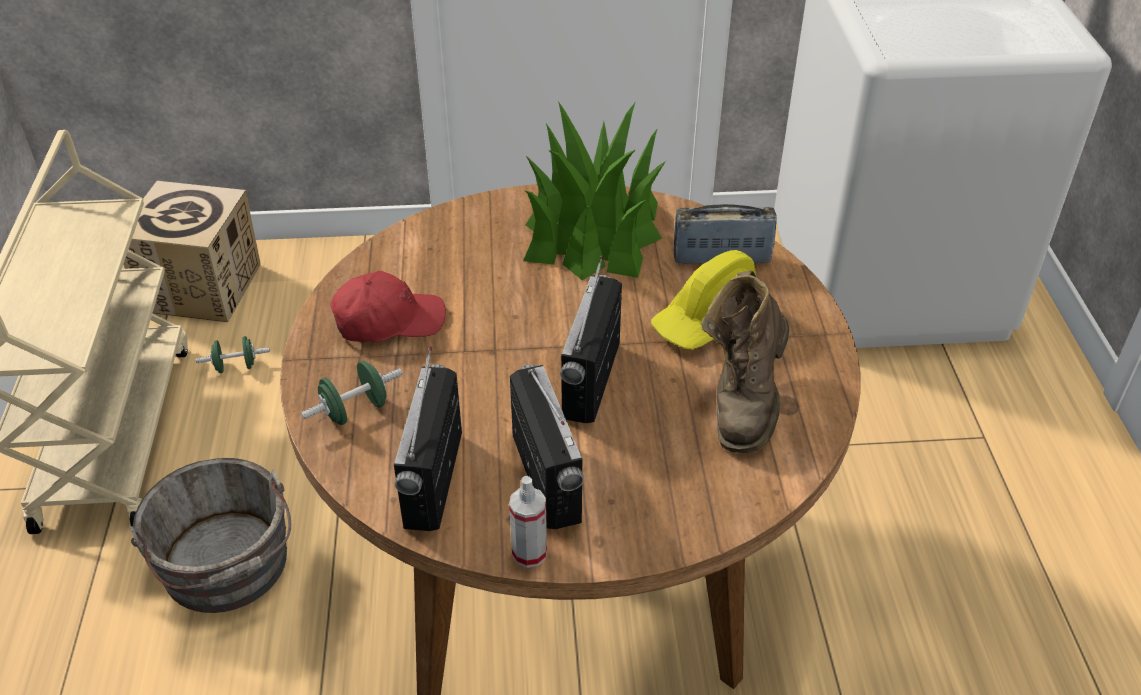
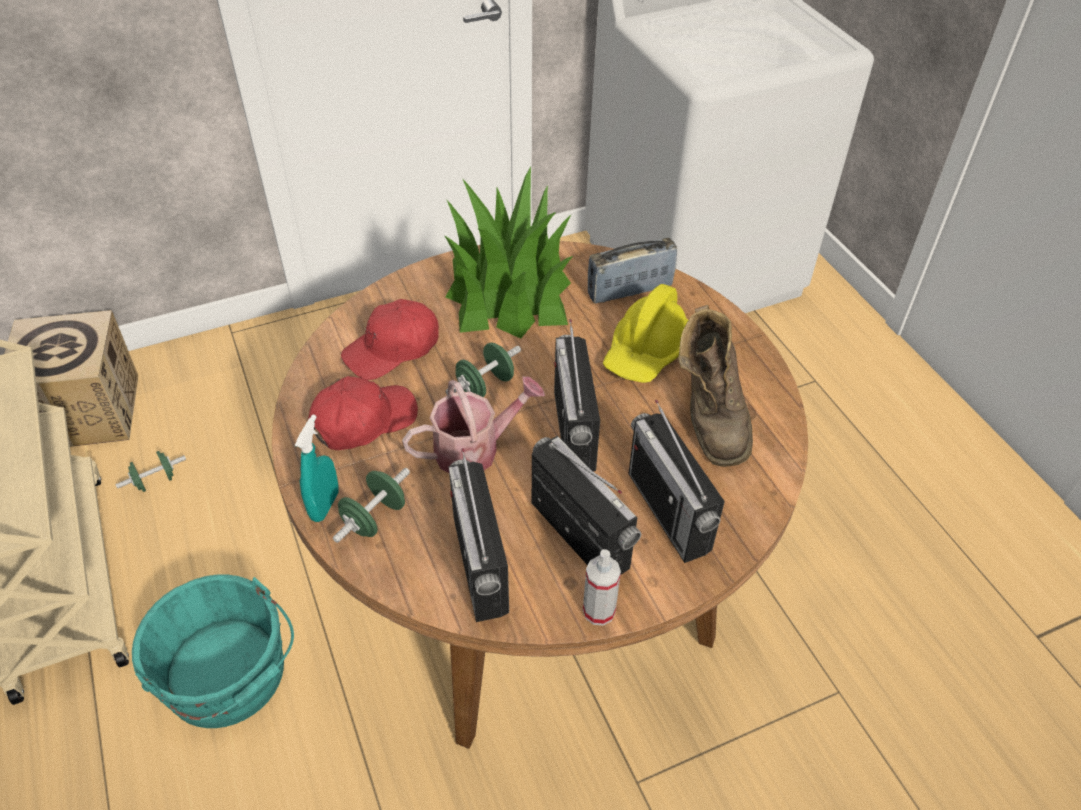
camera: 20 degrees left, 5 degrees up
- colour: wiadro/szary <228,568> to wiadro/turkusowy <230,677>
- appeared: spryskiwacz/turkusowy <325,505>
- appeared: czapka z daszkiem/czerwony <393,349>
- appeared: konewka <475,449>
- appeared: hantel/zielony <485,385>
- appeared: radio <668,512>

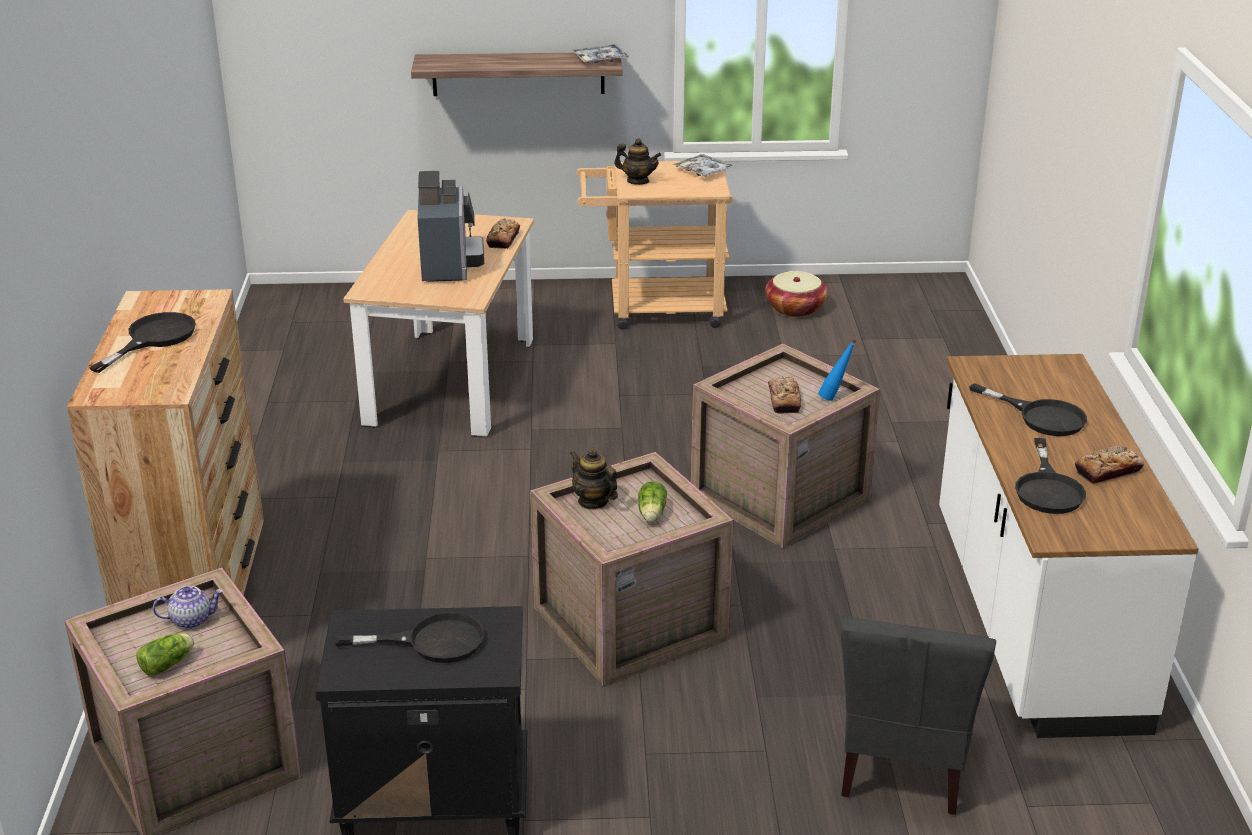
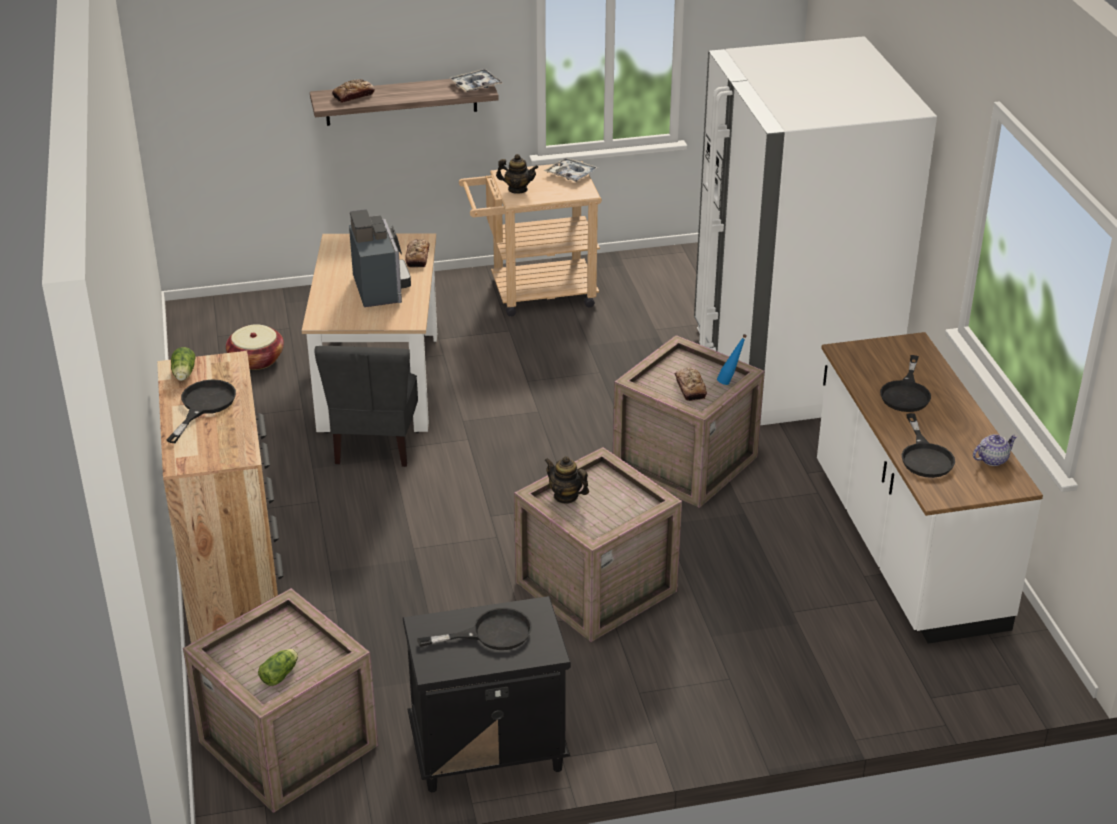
camera: 10 degrees left, 5 degrees up
- relocated: sałata <651,514> to <183,374>
- relocated: koszyk <795,308> to <256,360>
- relocated: krzesło/szary <904,764> to <377,442>
- relocated: chleb <1108,471> to <353,95>
- appeared: lodówka/biały <791,368>
- spun: patelnia/czarny <1041,416> = <906,393> 75 degrees clockwise
- relocated: imbryk <192,619> to <992,459>

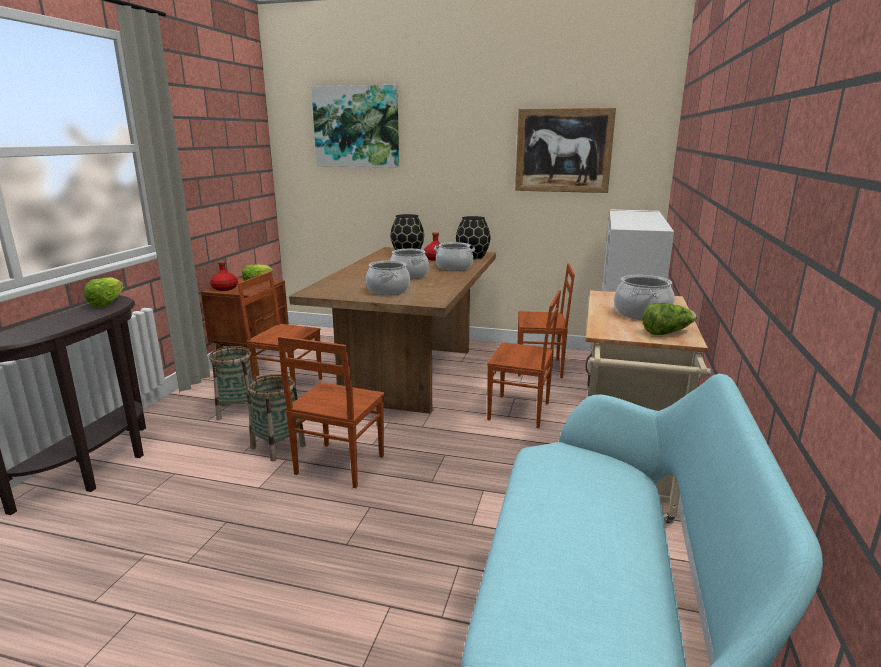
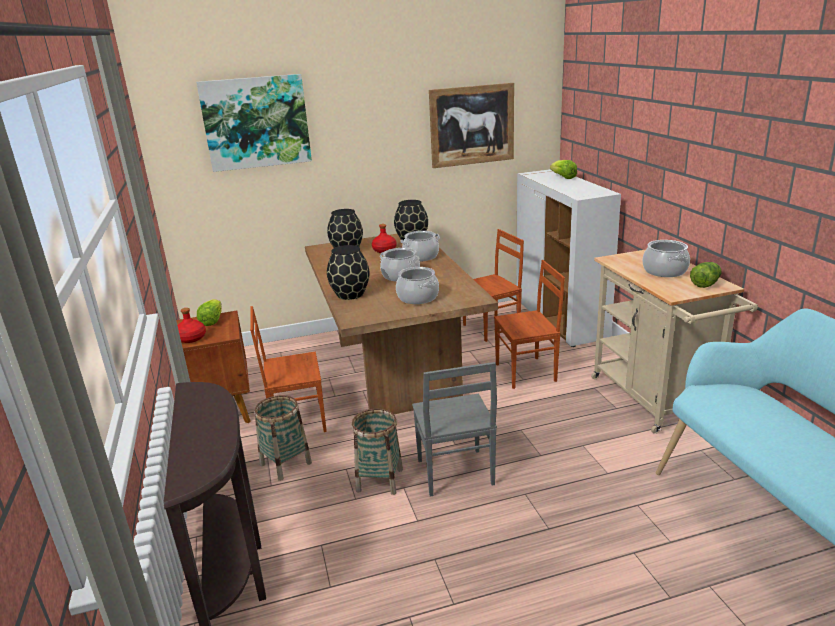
camera: 30 degrees left, 5 degrees up
- appeared: wazon/czarny <351,294>
- colour: krzesło/brązowy <338,465> to krzesło/szary <454,473>
- relocated: sałata <107,303> to <563,177>

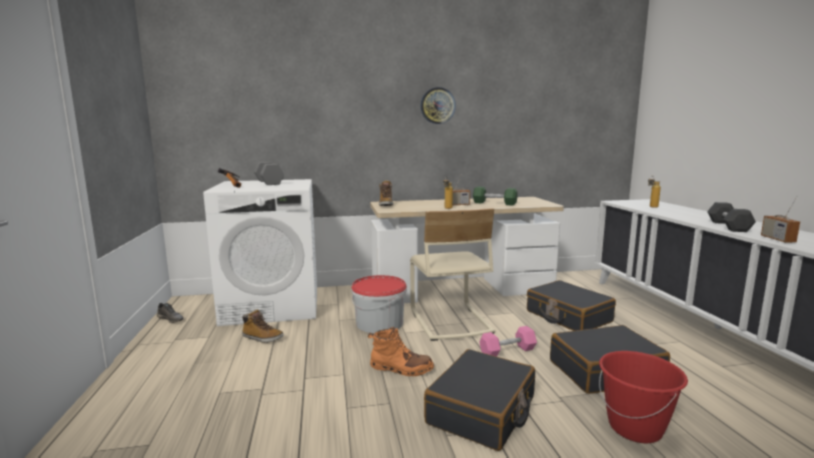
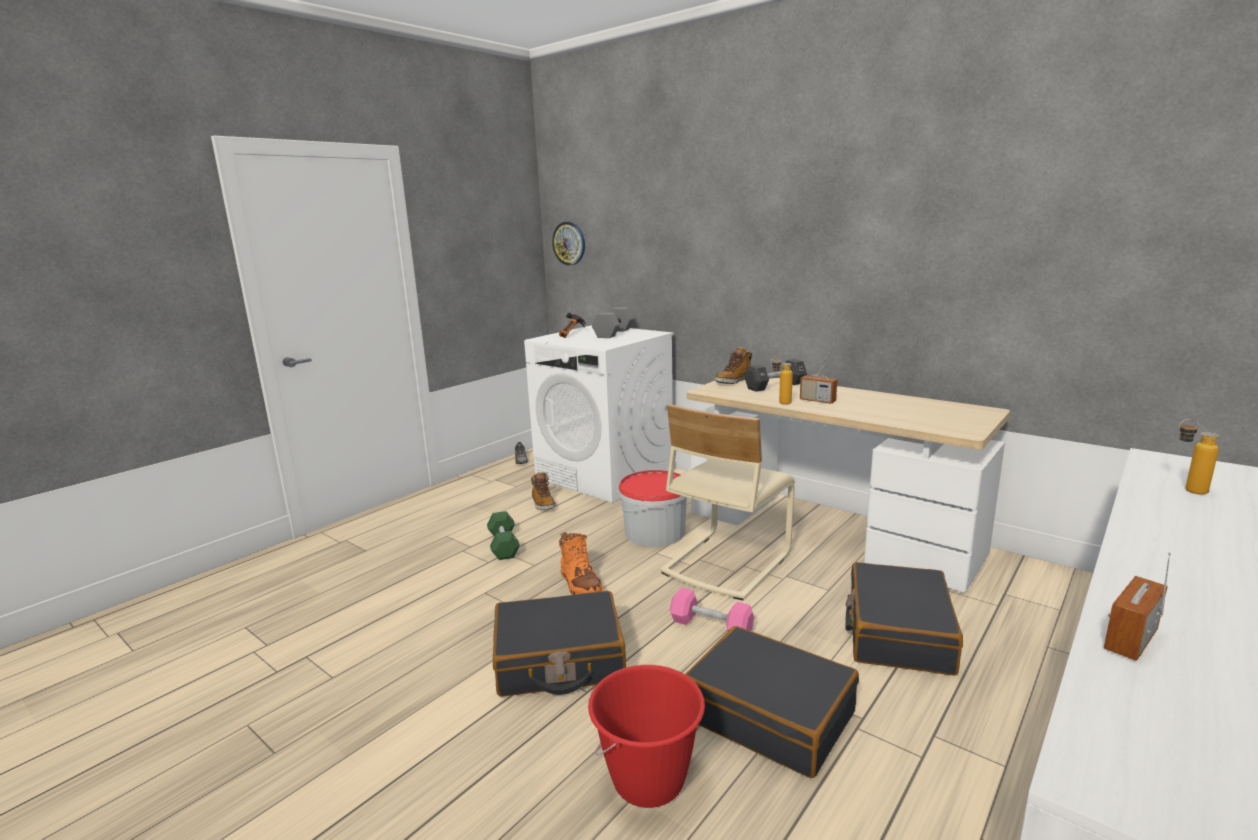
camera: 50 degrees right, 5 degrees up
- relocated: hantel/zielony <494,203> to <503,545>
- relocated: zegar ścienny <437,105> to <569,243>
- relocated: hantel/czarny <728,226> to <775,386>

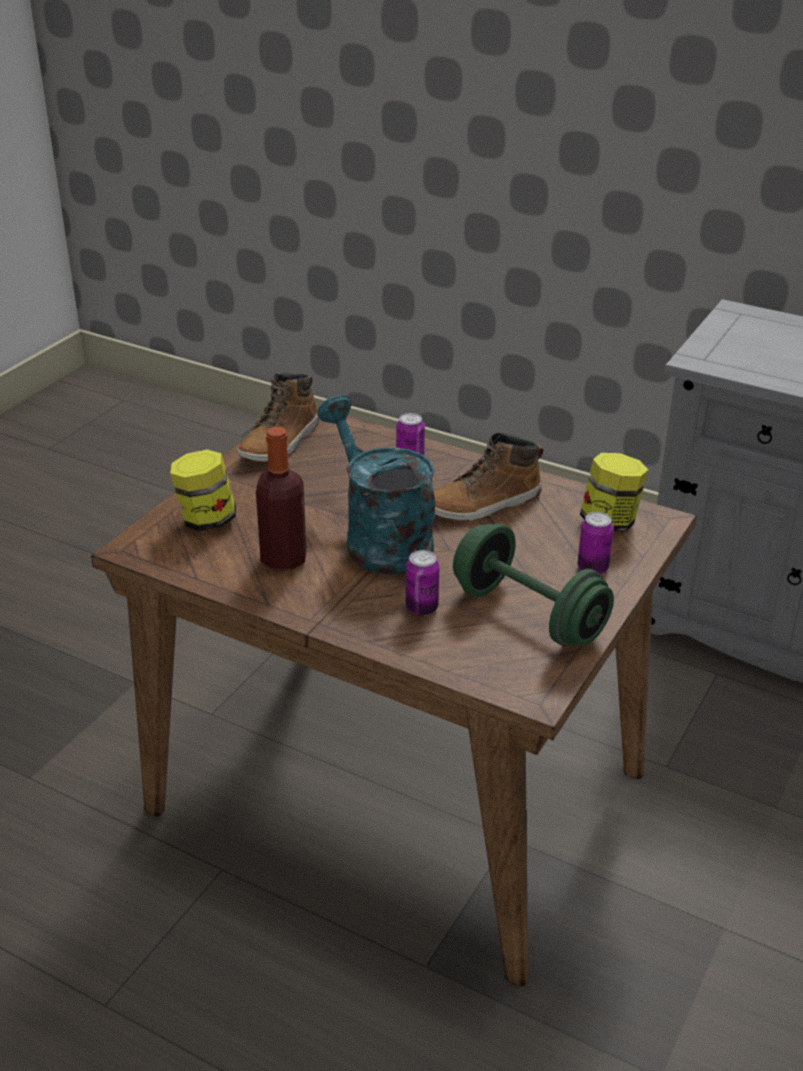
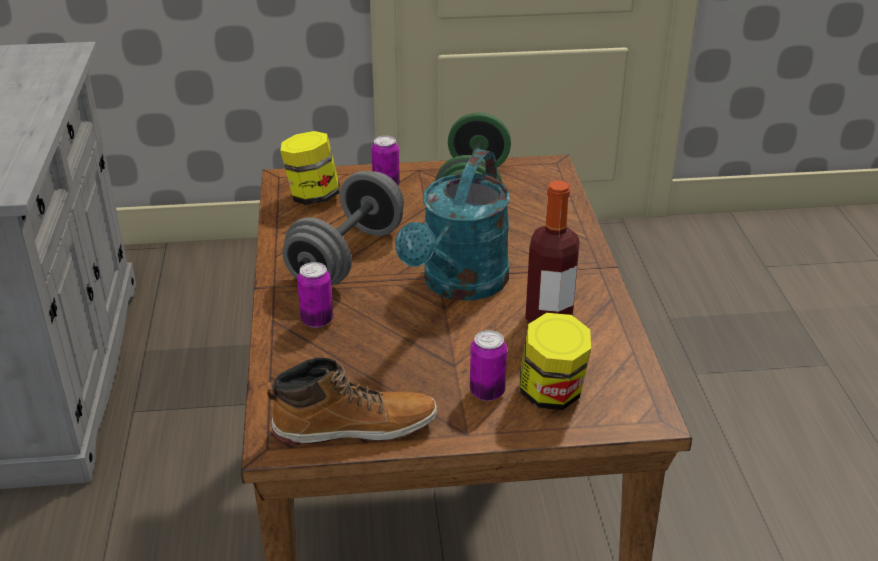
camera: 125 degrees left, 0 degrees up
- exchanged: but z cholewką <483,504> to hantel/szary <347,257>
- relocated: puszka <421,608> to <487,392>

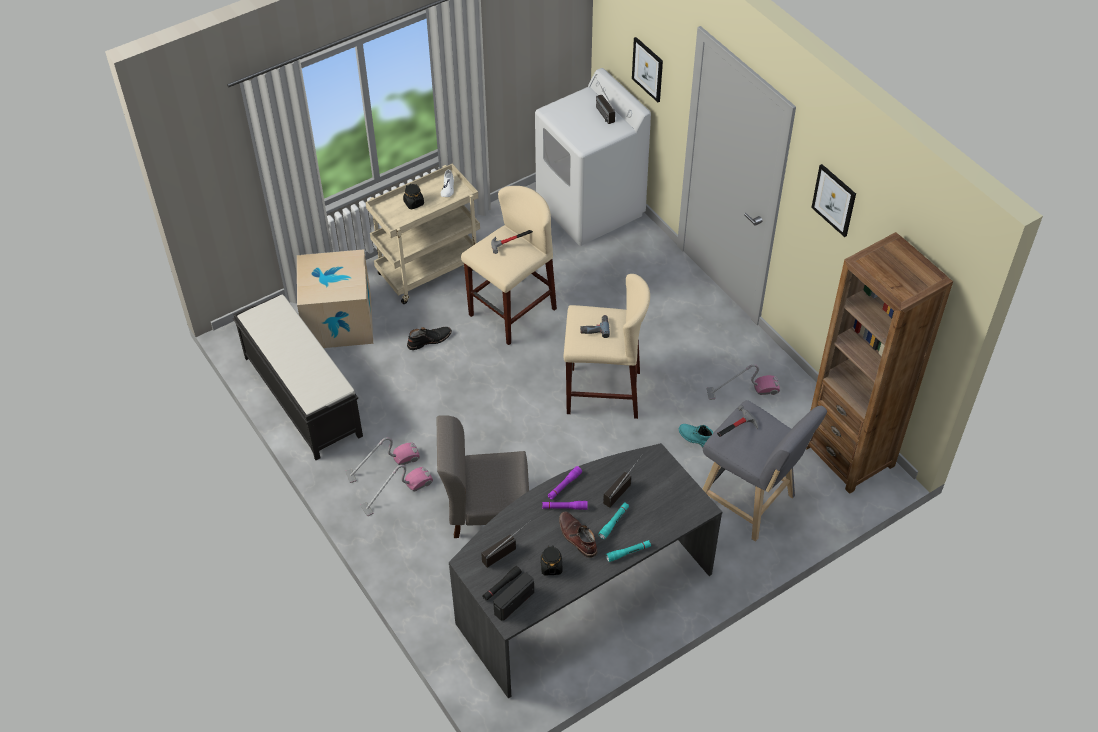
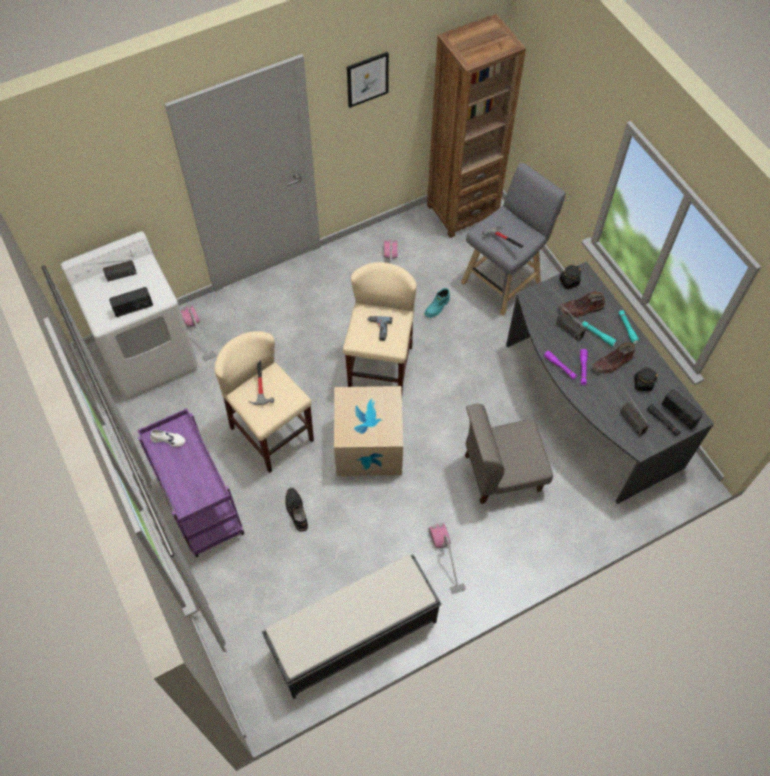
camera: 85 degrees left, 10 degrees up
- appeared: radio <133,308>
- colour: wózek/beżowy <429,269> to wózek/fioletowy <200,507>
- relocated: odkurzacz <397,494> to <198,334>
- relocated: karton <339,321> to <369,446>
- spun: krzesło/szary <486,509> = <501,472> 75 degrees clockwise
- relocated: słoik/czarny <413,203> to <569,282>
- appeared: but z cholewką/brązowy <581,309>
- missing: obraz <648,69>

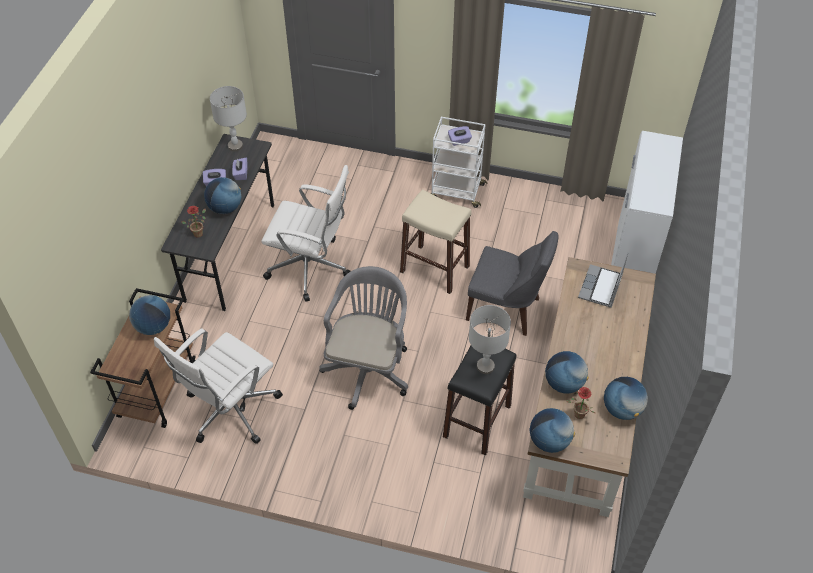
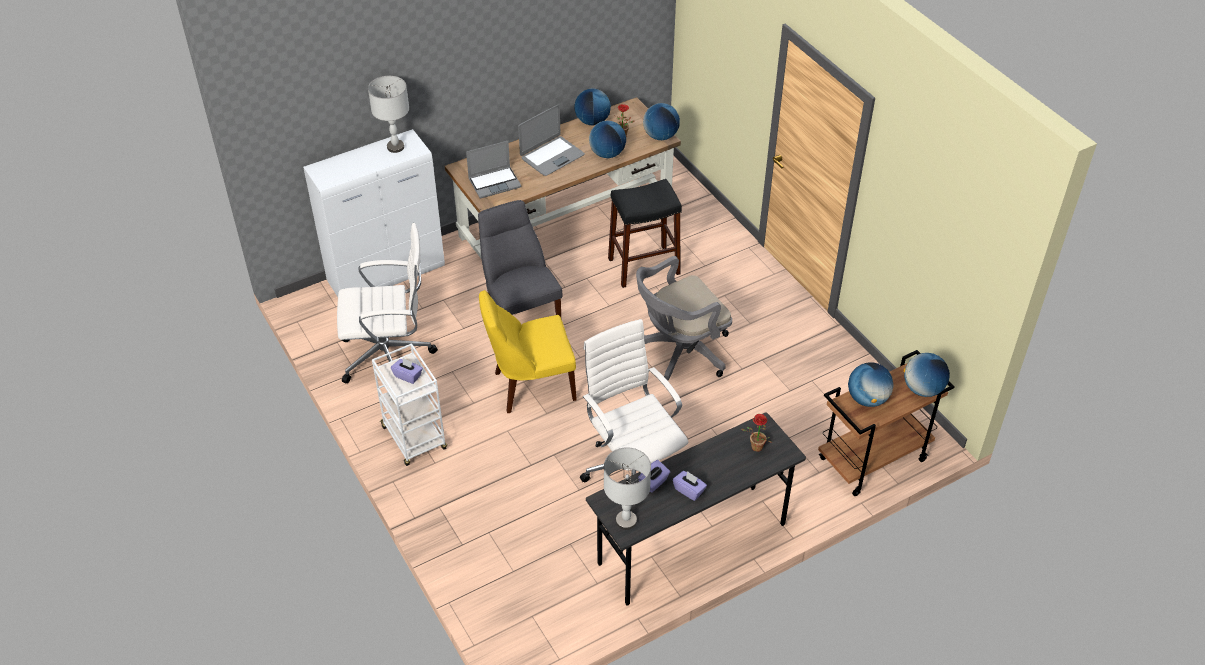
camera: 135 degrees left, 5 degrees down
- relocated: krzesło biurowe/biały <229,410> to <389,356>
- relocated: lampa stołowa/szary <485,366> to <395,147>
- exchanged: stołek/beżowy <435,269> to krzesło/żółty <530,386>
- appeared: laptop <552,156>
- relocated: globus <225,208> to <922,389>

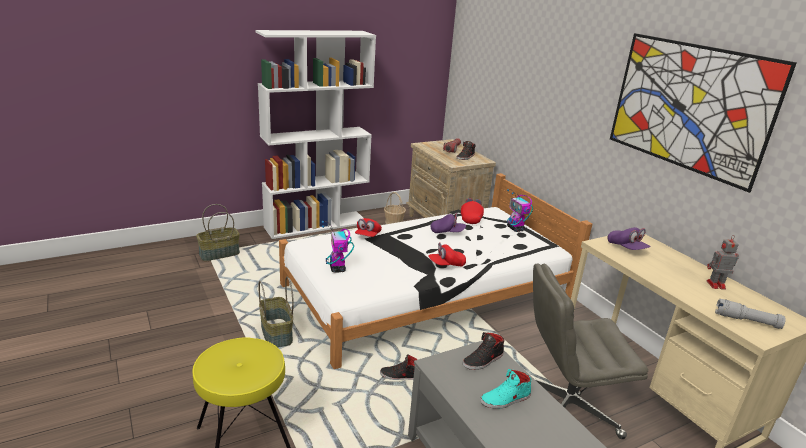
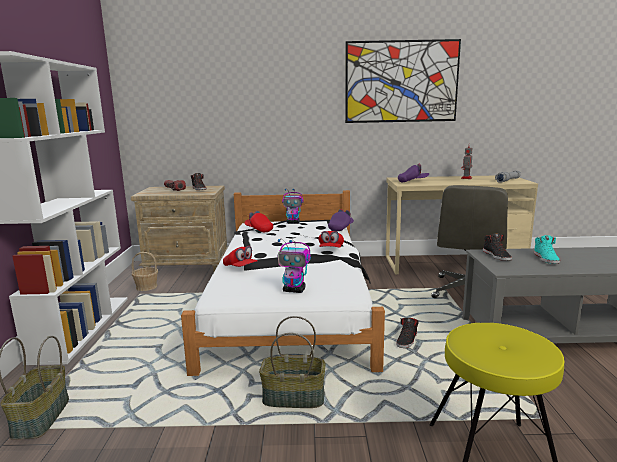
camera: 60 degrees left, 10 degrees down
- relocated: czapka z daszkiem/fioletowy <447,232> to <341,228>

